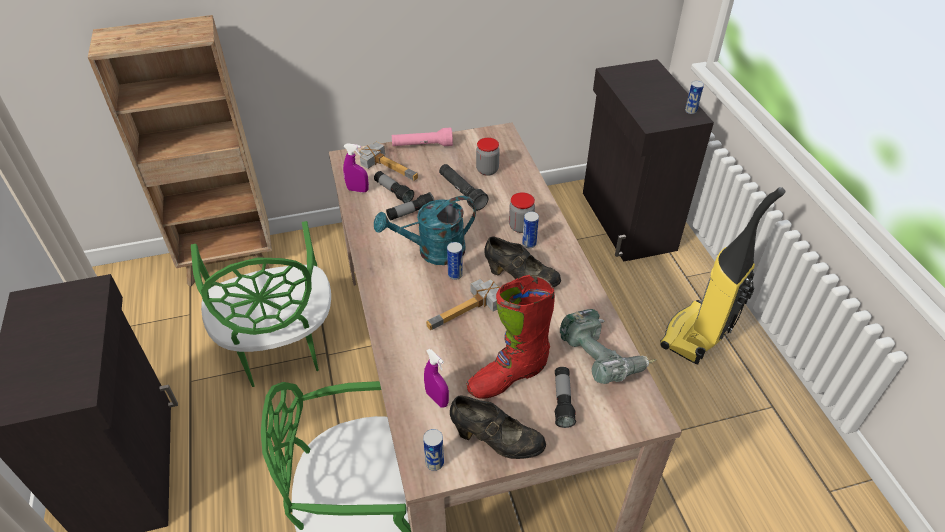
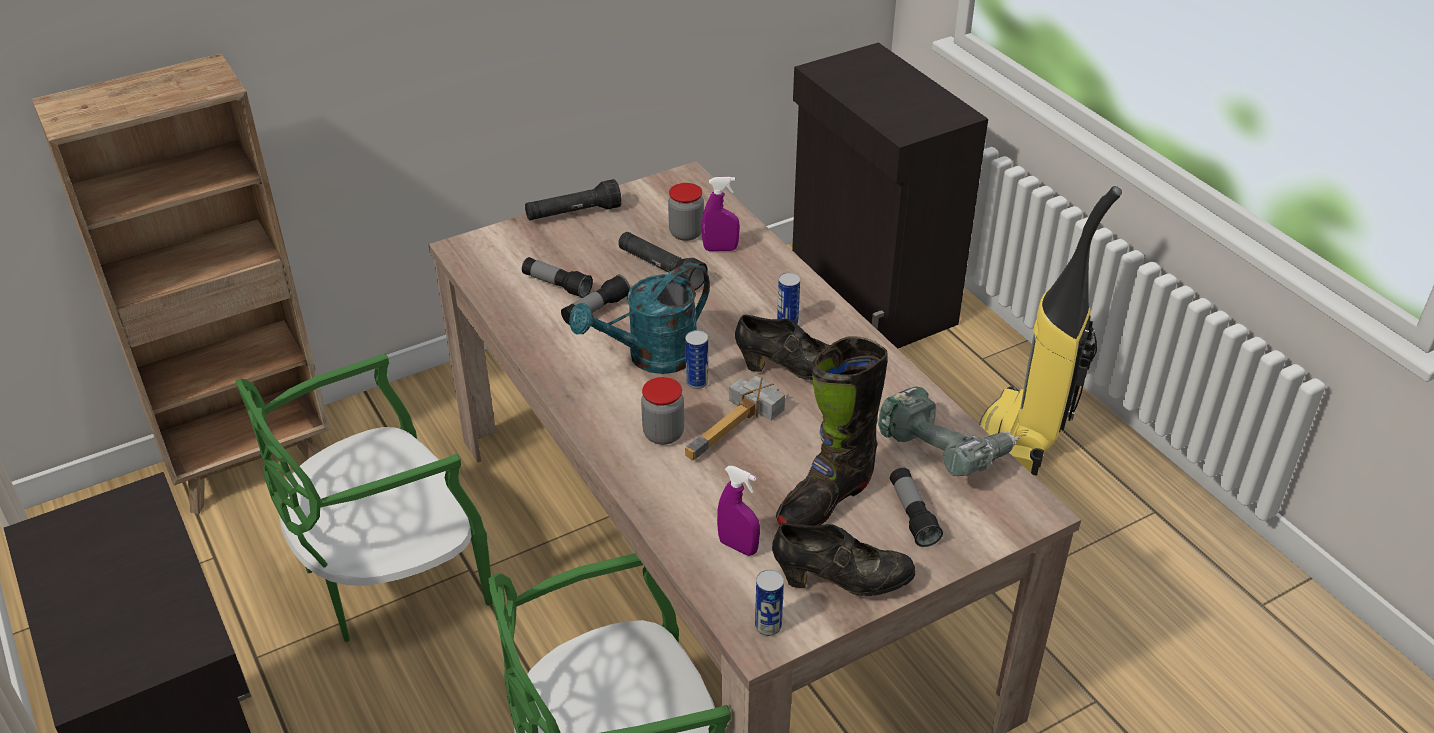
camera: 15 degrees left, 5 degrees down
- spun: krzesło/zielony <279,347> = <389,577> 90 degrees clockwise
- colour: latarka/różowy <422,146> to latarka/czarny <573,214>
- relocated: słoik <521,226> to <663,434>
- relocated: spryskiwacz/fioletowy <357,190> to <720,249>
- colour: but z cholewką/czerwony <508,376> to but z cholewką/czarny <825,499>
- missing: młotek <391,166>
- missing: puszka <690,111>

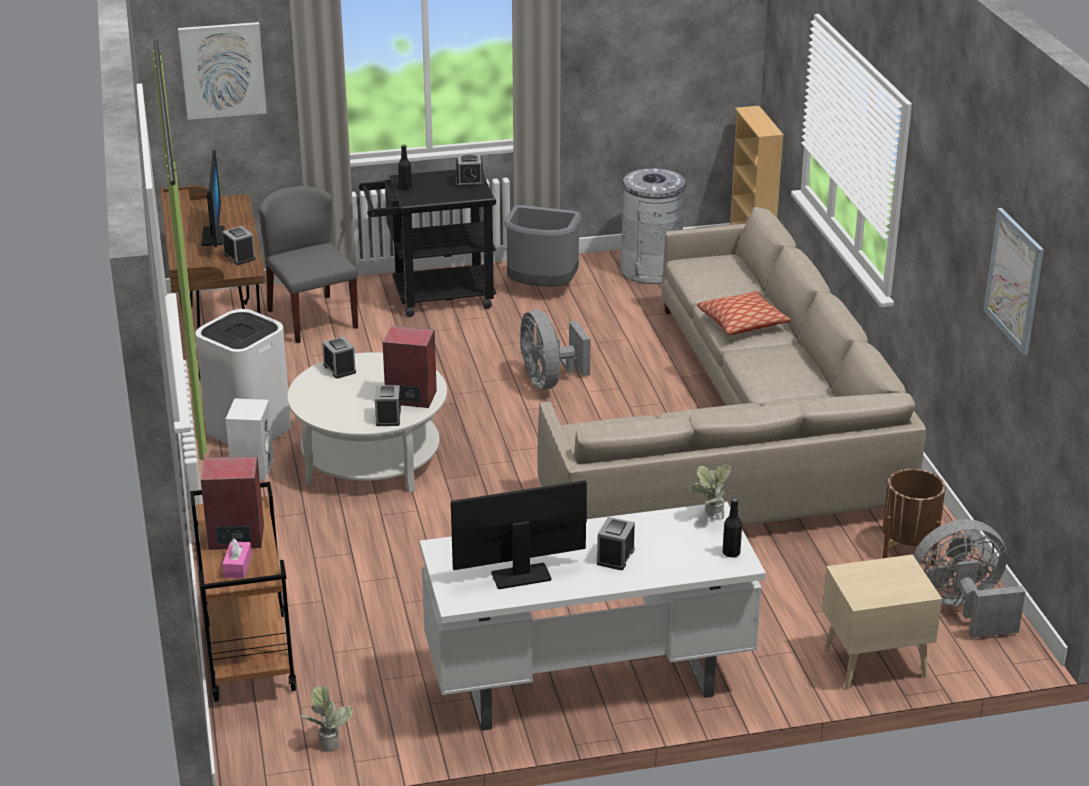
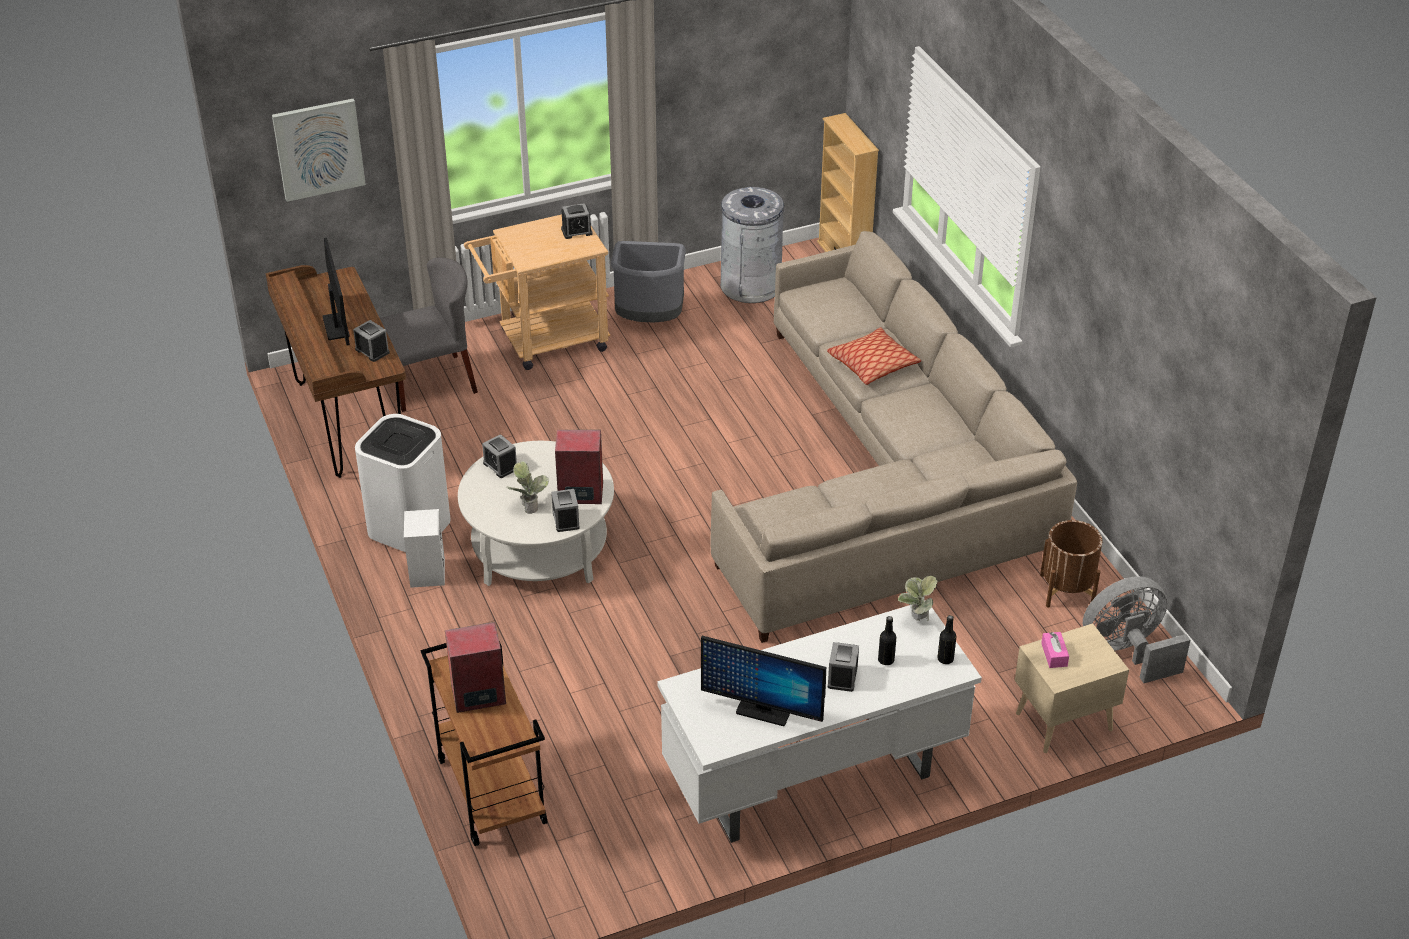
camera: 10 degrees left, 10 degrees up
- spun: krzesło/szary <311,319> = <430,382> 105 degrees clockwise
- colour: wózek/czarny <433,297> to wózek/beżowy <544,342>
- relocated: roślina doniczkowa <328,742> to <528,506>
- spun: monitor <521,576> = <763,710> 135 degrees counterclockwise
- relocated: butelka/czarny <405,188> to <886,660>
- relocated: pudełko chusteczek/różowy <237,566> to <1054,655>
- missing: wentylator/szary <549,381>
- missing: obraz <1014,280>

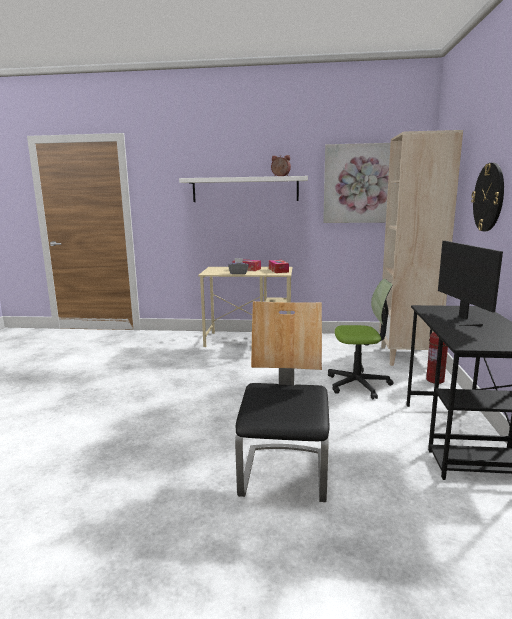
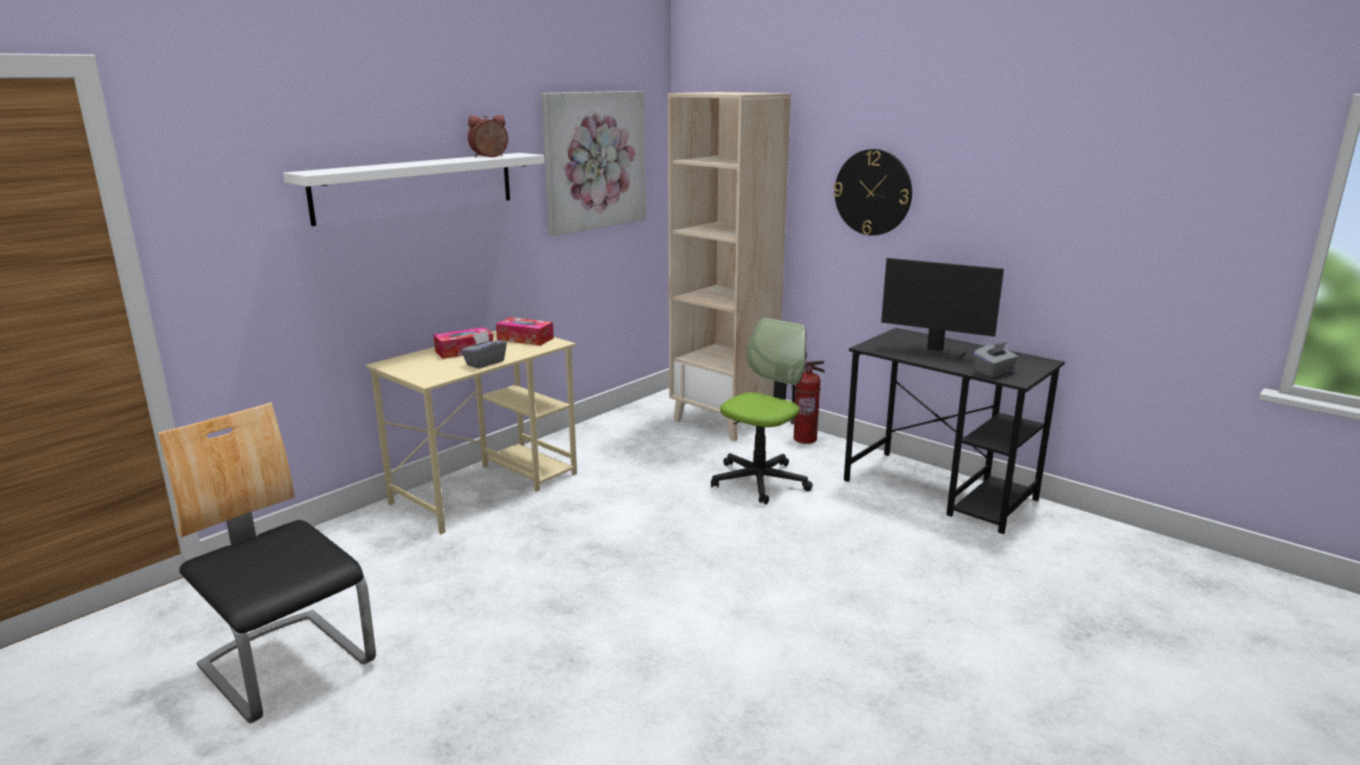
camera: 55 degrees left, 5 degrees up
- relocated: krzesło <285,474> to <288,664>
- appeared: pudełko chusteczek/szary <993,372>

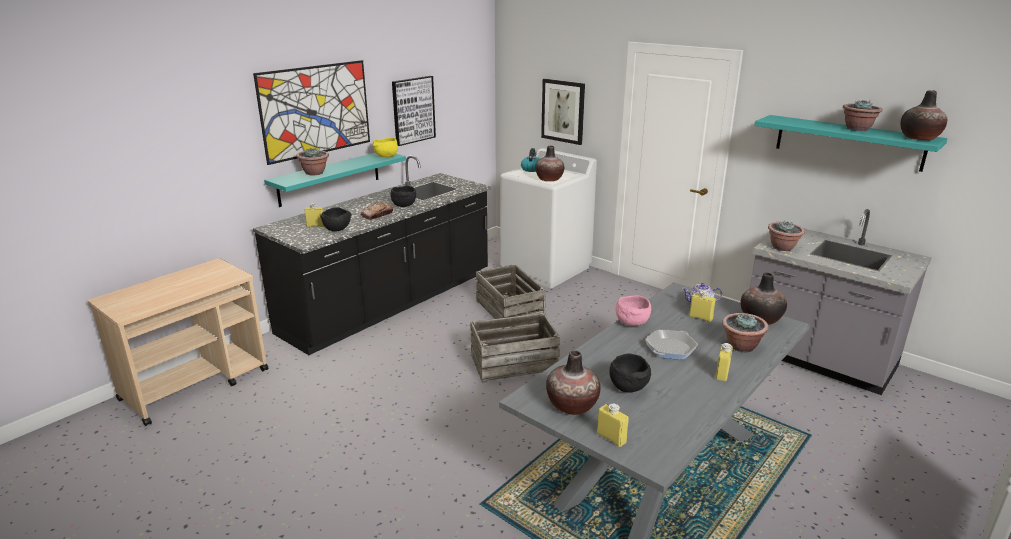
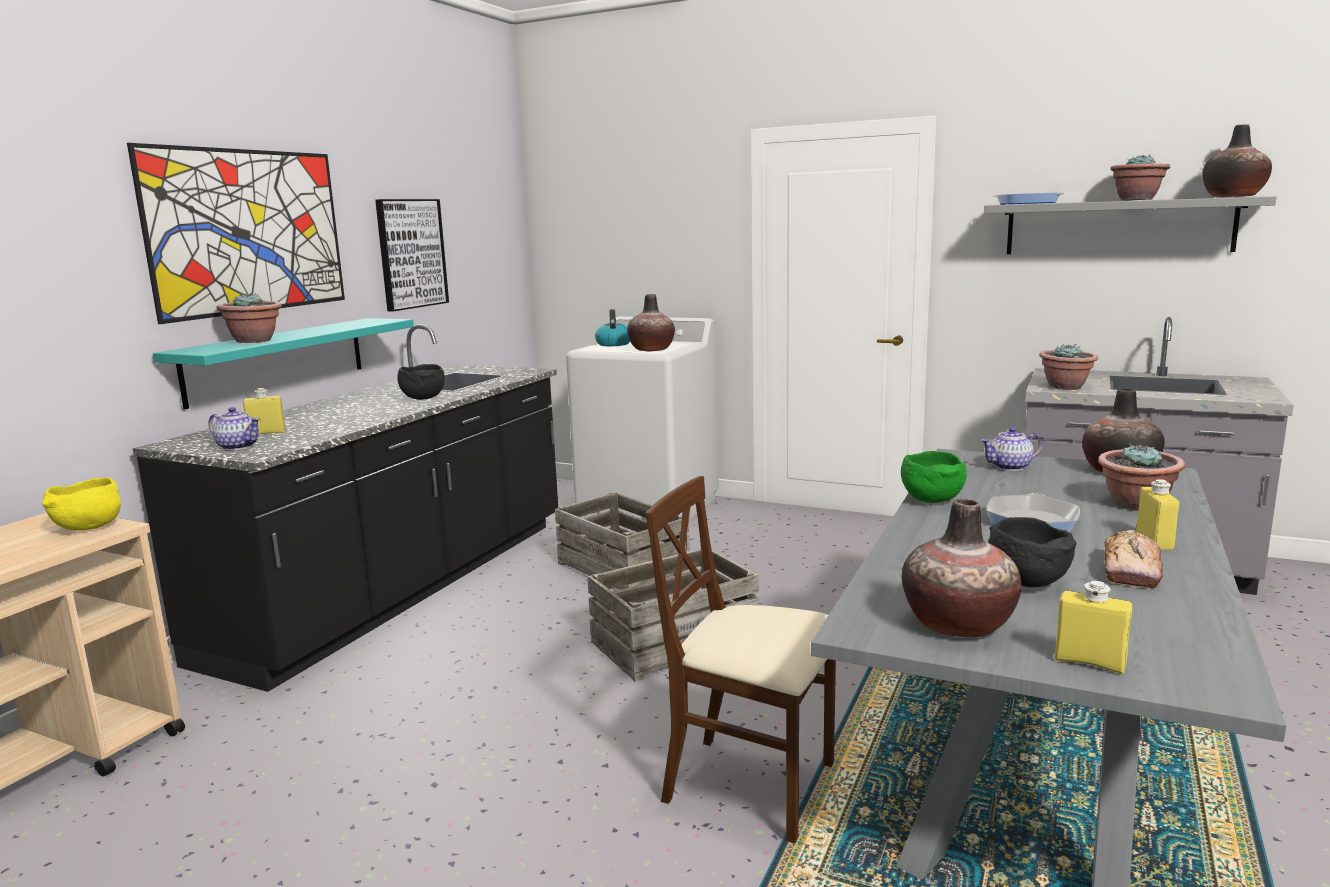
camera: 15 degrees left, 10 degrees down
- relocated: miska/żółty <386,157> to <88,528>
- appeared: imbryk <238,446>
- appeared: krzesło/beżowy <751,785>
- colour: miska/różowy <631,322> to miska/zielony <930,500>
- colour: półka/turkusowy <848,142> to półka/szary <1117,227>
- appeared: patelnia <1027,203>
- relocated: chleb <377,215> to <1131,570>
- missing: miska/czarny <337,230>
- missing: obraz <563,111>
- missing: butelka/żółty <700,318>

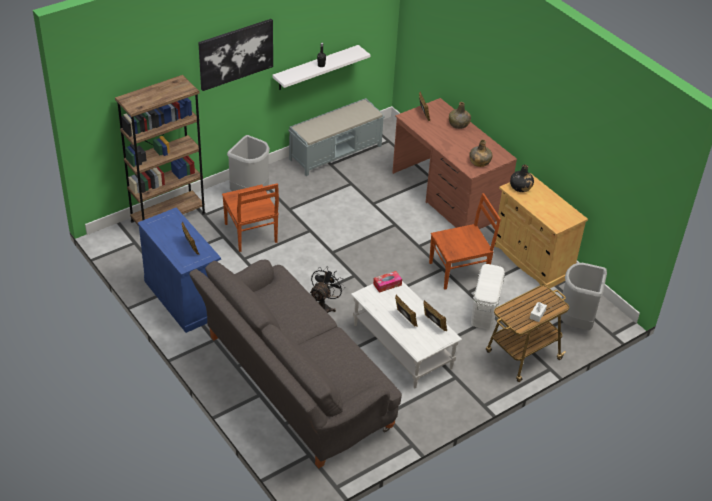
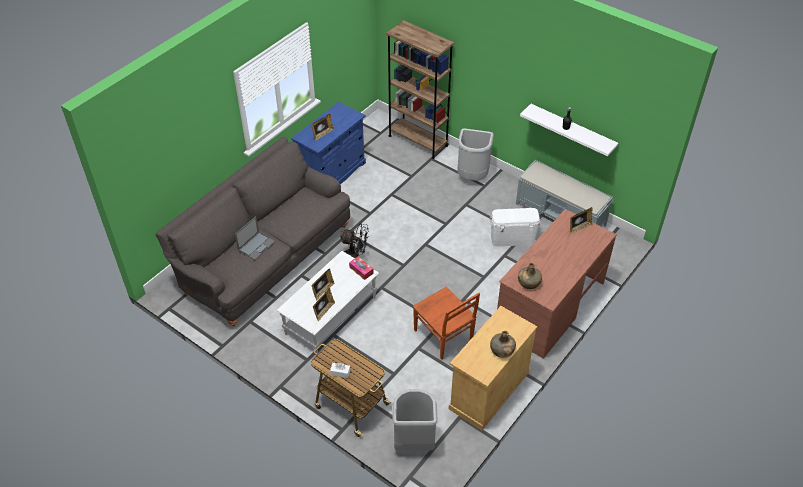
camera: 75 degrees right, 5 degrees up
- appeared: laptop <256,245>
- relocated: pojemnik do przechowywania/biały <485,311> to <512,238>
- relocated: butelka/zielony <459,124> to <502,350>
- missing: obraz <236,54>
- missing: krzesło/brązowy <251,234>
- missing: butelka/czarny <520,187>

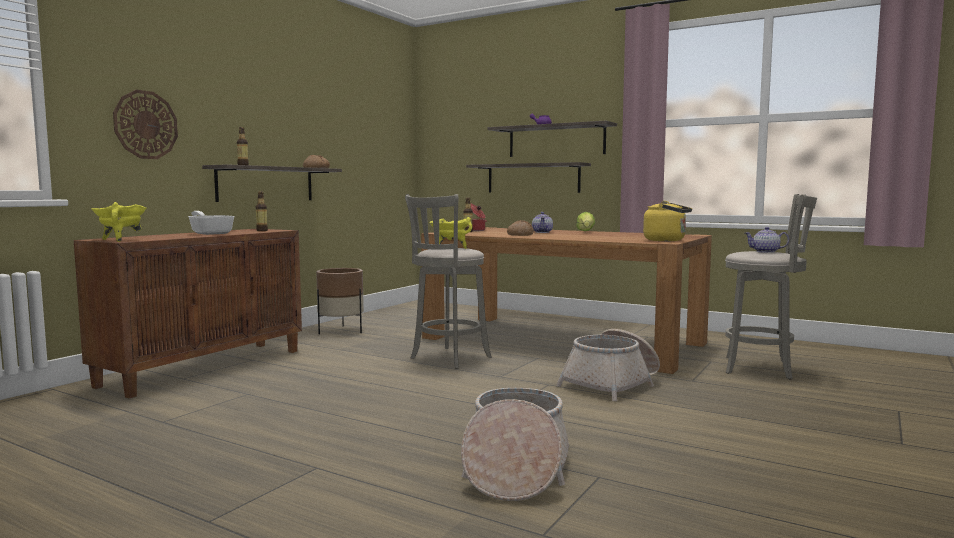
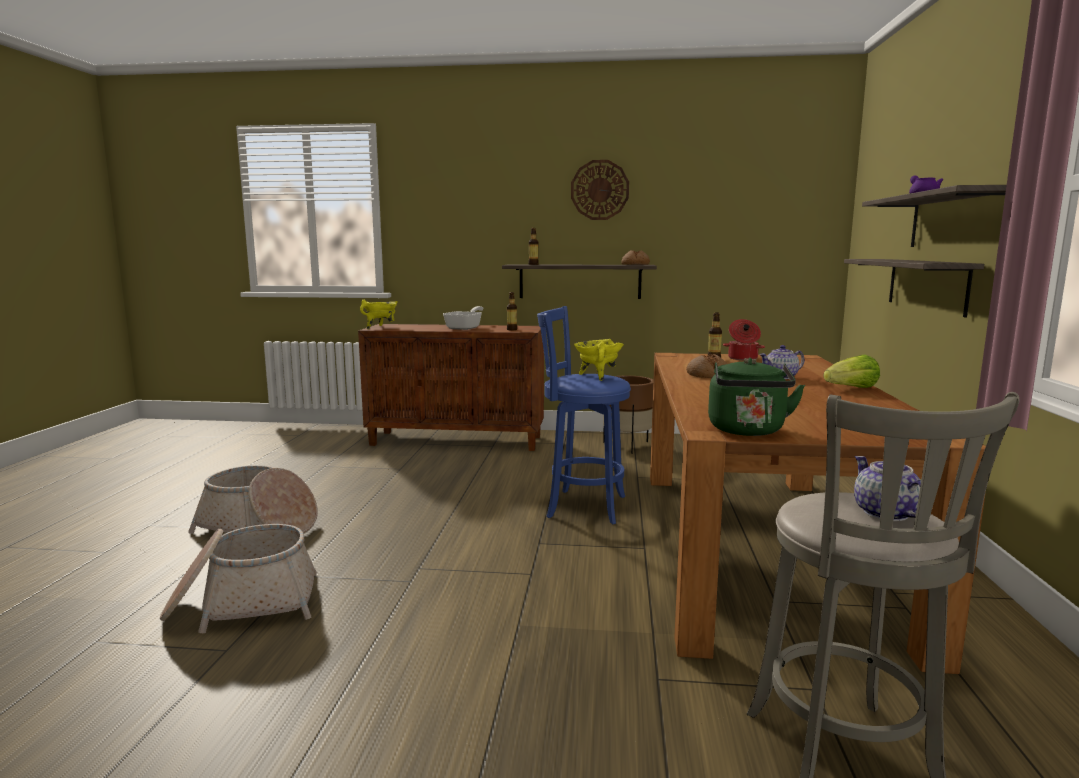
camera: 65 degrees right, 5 degrees up
- relocated: koszyk <612,384> to <259,526>
- colour: stołek/szary <448,358> to stołek/niebieski <582,506>
- relocated: zegar ścienny <145,125> to <599,190>
- colour: czajnik/żółty <667,240> to czajnik/zielony <747,431>

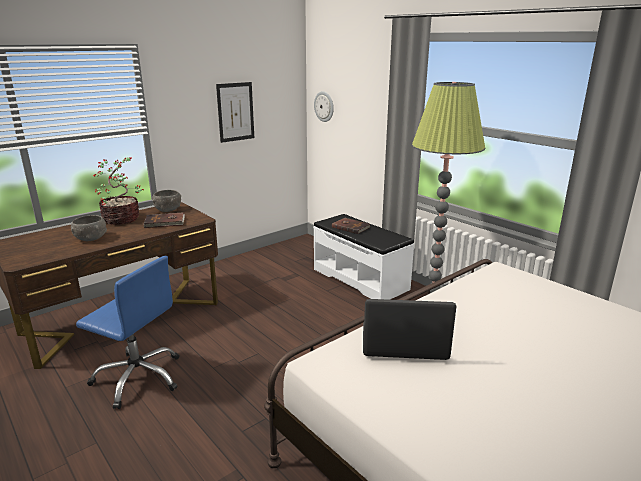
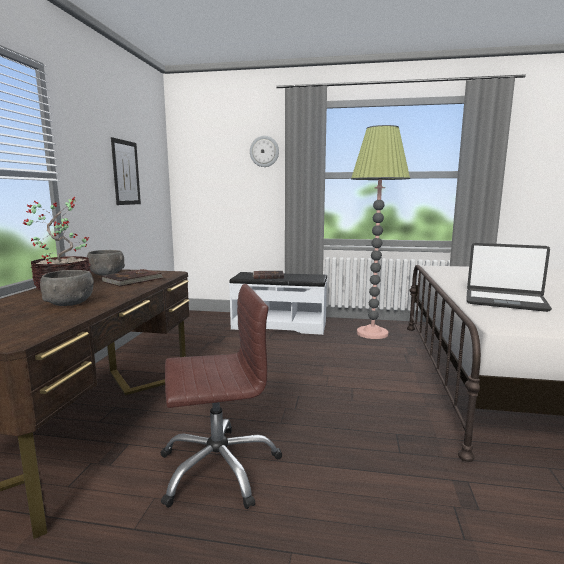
camera: 40 degrees left, 10 degrees down
- colour: krzesło biurowe/niebieski <138,377> to krzesło biurowe/brązowy <218,467>
- relocated: zegar ścienny <324,106> to <264,151>
- spun: laptop <404,343> = <505,301> 120 degrees counterclockwise

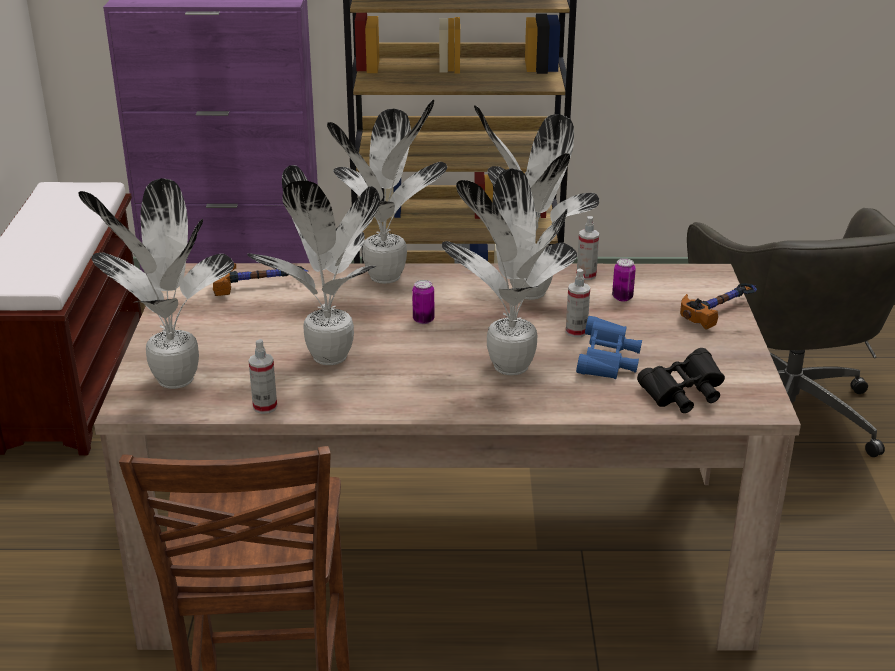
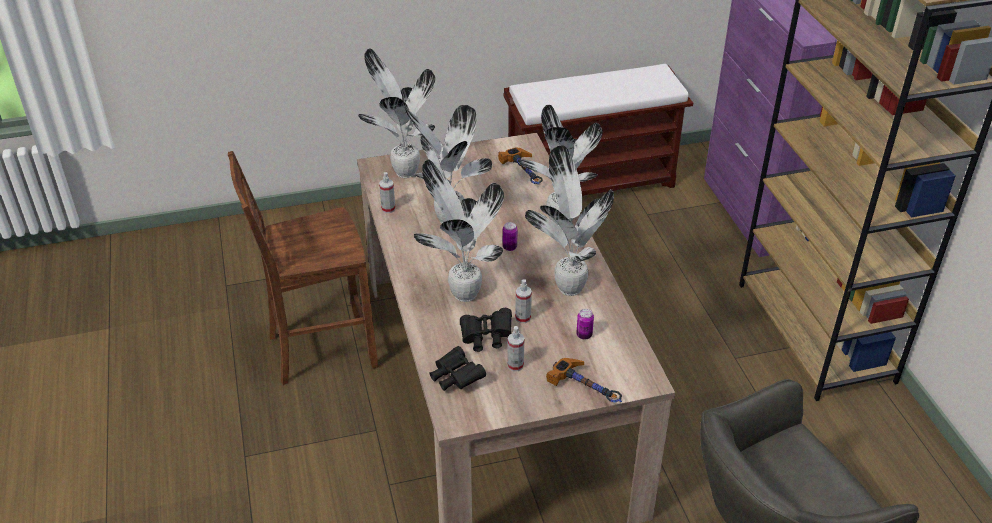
camera: 75 degrees right, 10 degrees up
- colour: lornetka/niebieski <607,363> to lornetka/czarny <486,337>
- relocated: spryskiwacz <586,275> to <515,365>

